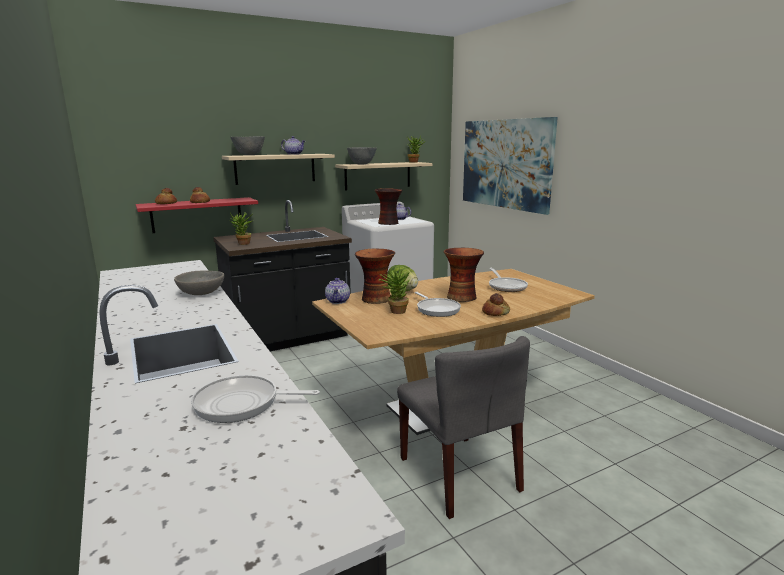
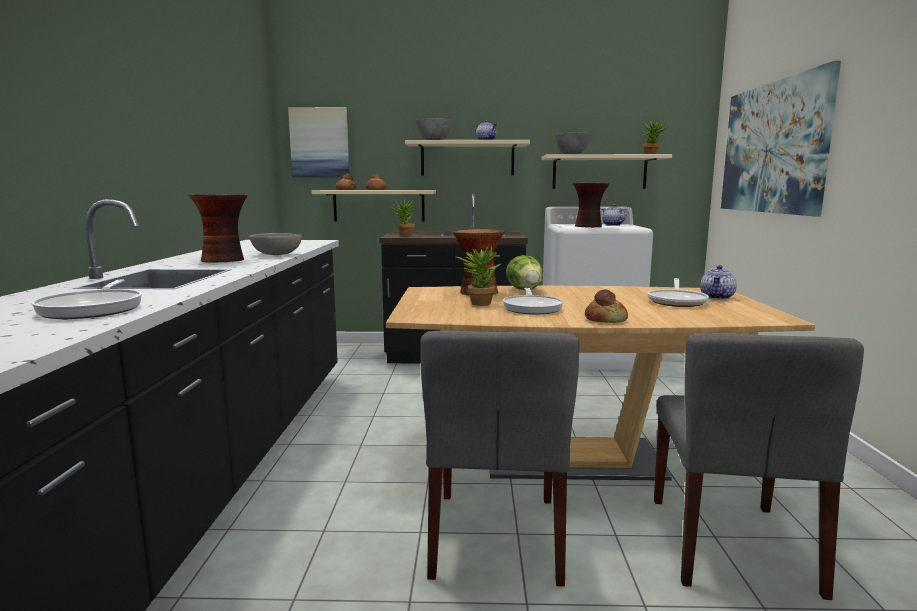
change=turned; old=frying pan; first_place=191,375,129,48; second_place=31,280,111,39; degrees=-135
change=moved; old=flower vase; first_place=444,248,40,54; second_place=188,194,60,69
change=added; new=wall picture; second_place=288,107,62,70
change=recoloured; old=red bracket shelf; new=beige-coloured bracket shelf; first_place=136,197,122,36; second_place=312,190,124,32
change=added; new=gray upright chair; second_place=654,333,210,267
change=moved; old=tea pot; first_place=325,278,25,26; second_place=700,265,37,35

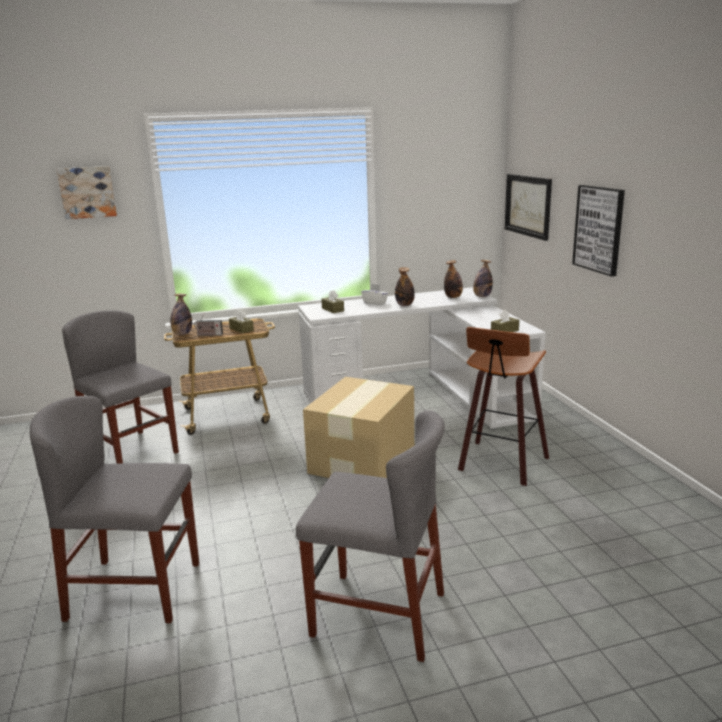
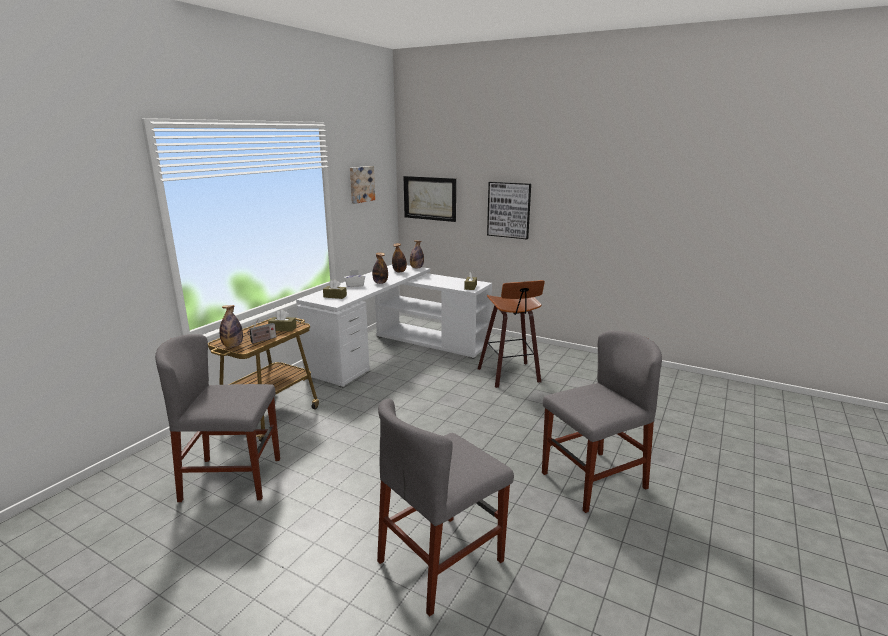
change=moved; old=wall picture; first_place=56,166,61,53; second_place=350,166,25,38
change=removed; old=cardboard box; first_place=303,377,111,101

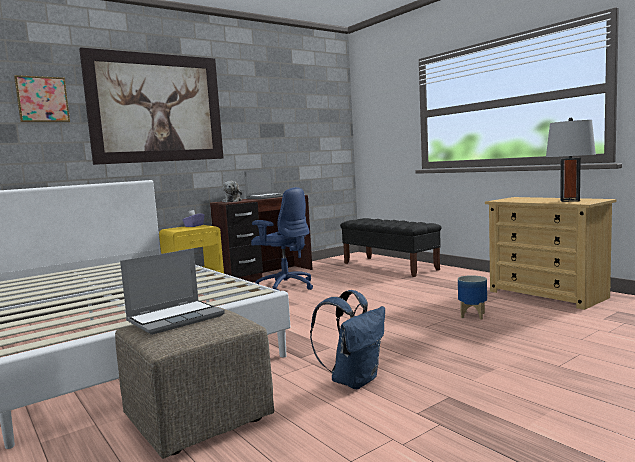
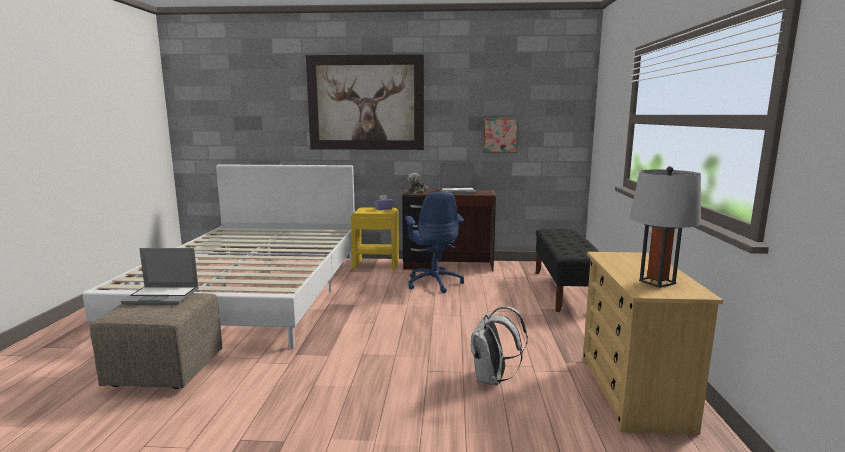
change=replaced; old=flower pot; new=whitish knapsack; first_place=458,275,29,45; second_place=471,306,57,80
change=moved; old=wall picture; first_place=14,75,56,47; second_place=483,118,35,35
change=removed; old=blue-coloured knapsack; first_place=310,290,75,99

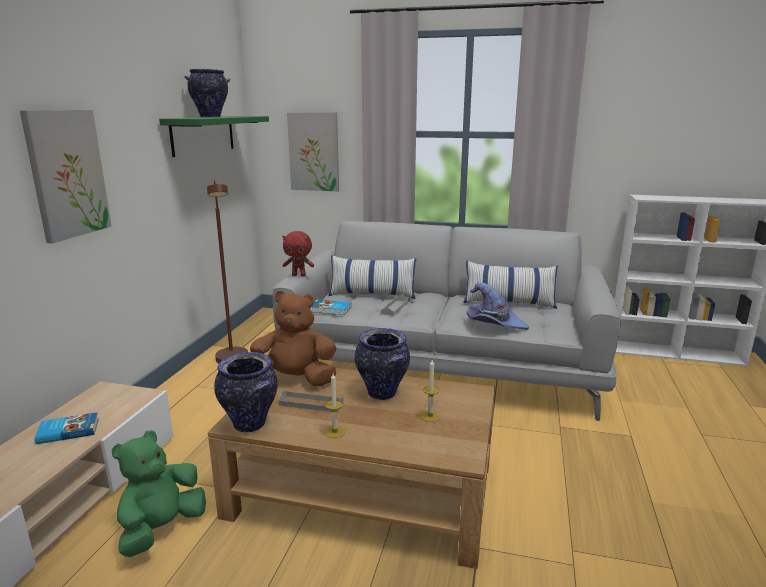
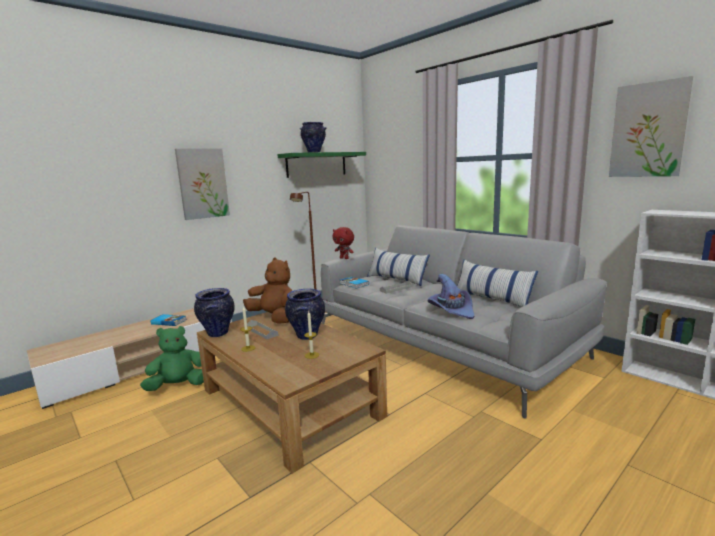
change=moved; old=wall picture; first_place=287,112,52,79; second_place=609,76,84,101

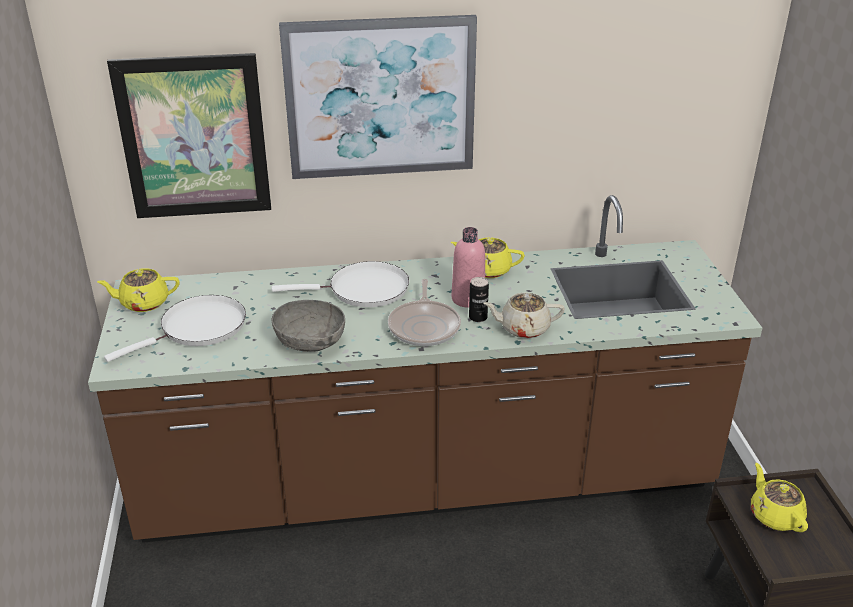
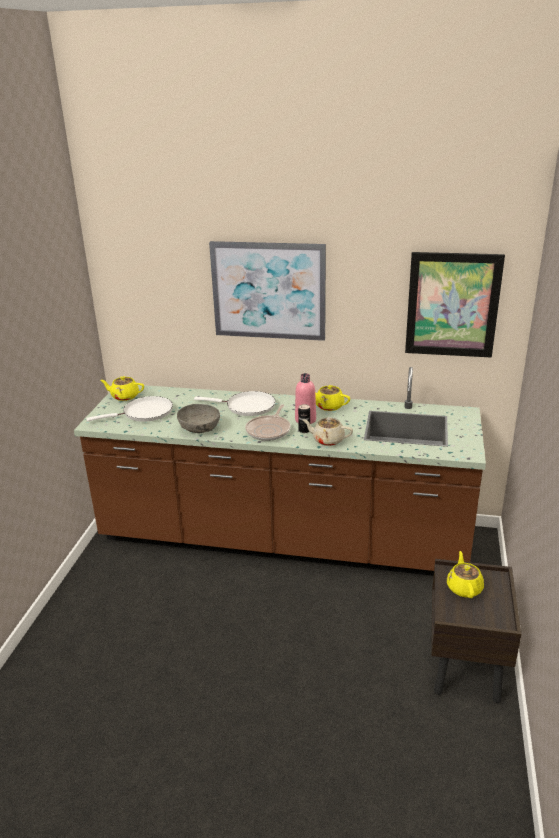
change=moved; old=wall picture; first_place=107,53,164,165; second_place=405,252,100,106

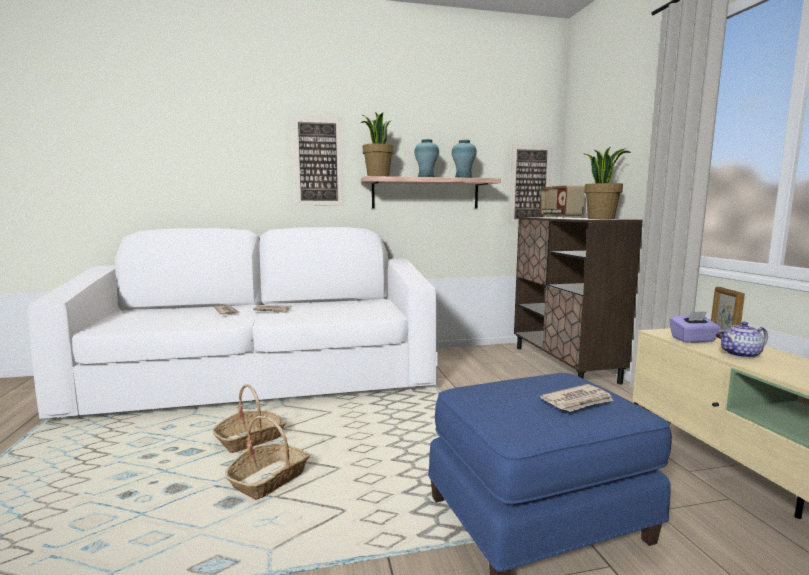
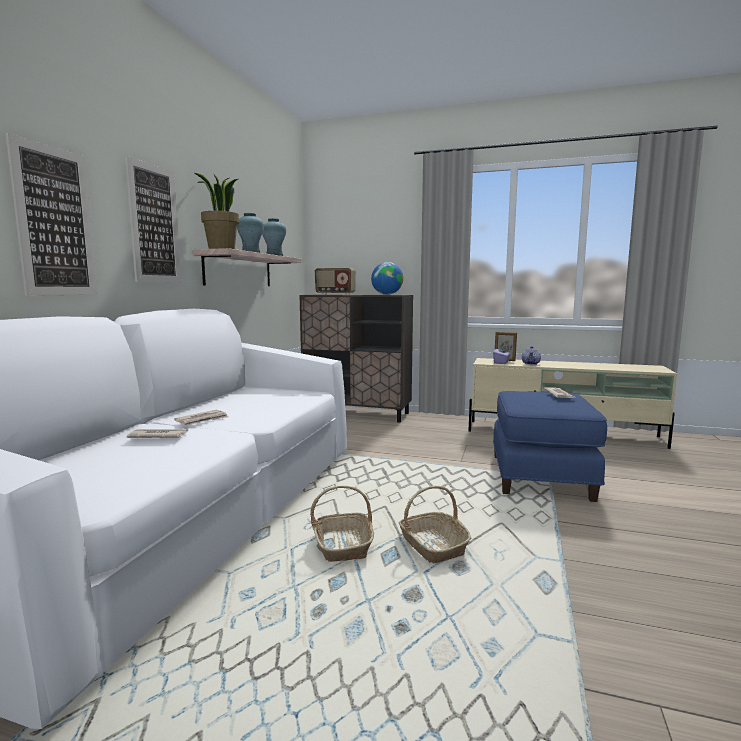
change=moved; old=wall picture; first_place=509,144,43,80; second_place=5,133,93,163
change=replaced; old=plant in a pot; new=desk globe; first_place=583,146,48,73; second_place=371,262,32,33

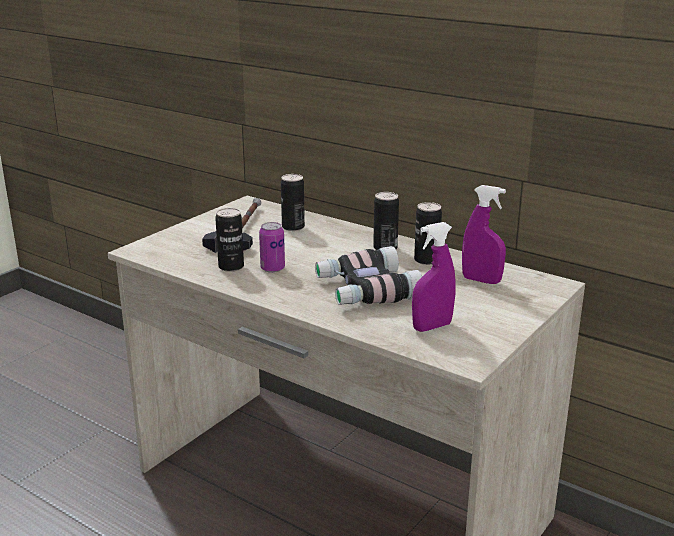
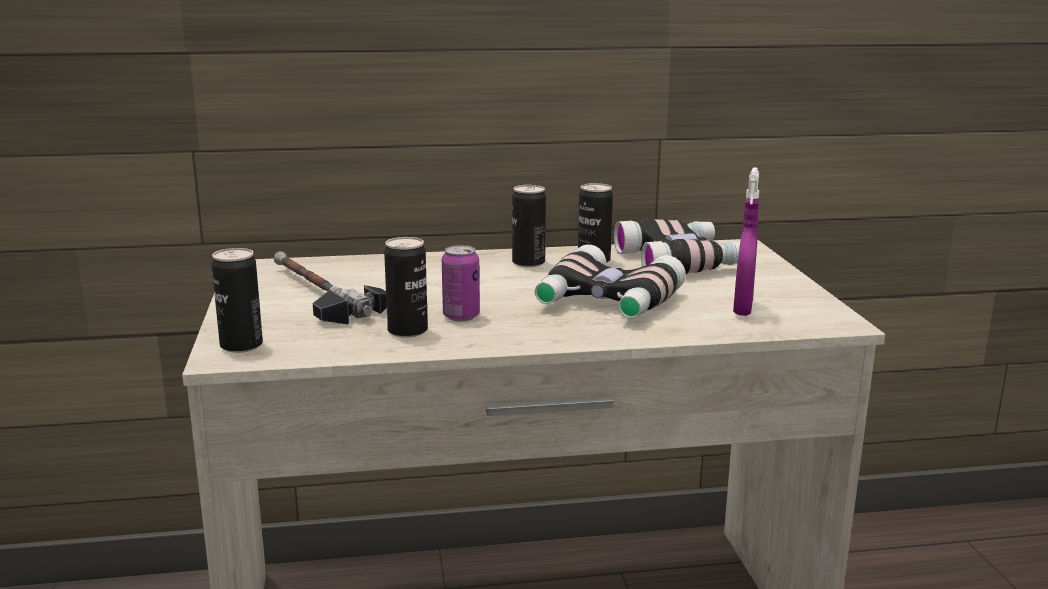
change=moved; old=can; first_place=281,174,24,57; second_place=211,248,52,105
change=replaced; old=purplish spray bottle; new=pair of binoculars; first_place=462,185,44,99; second_place=614,219,126,55

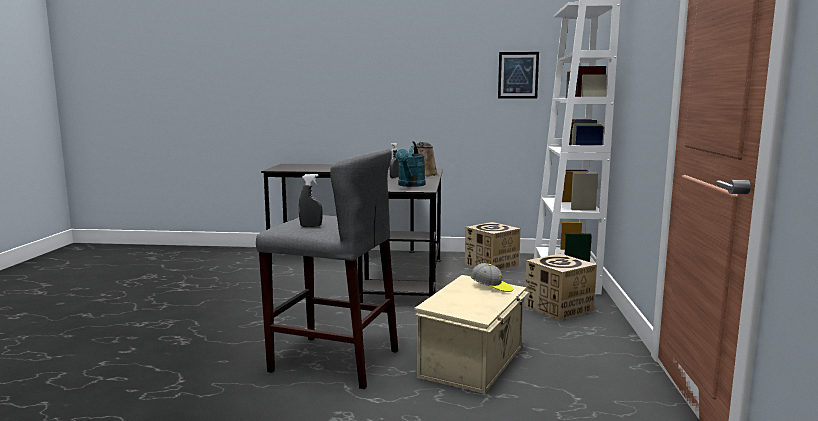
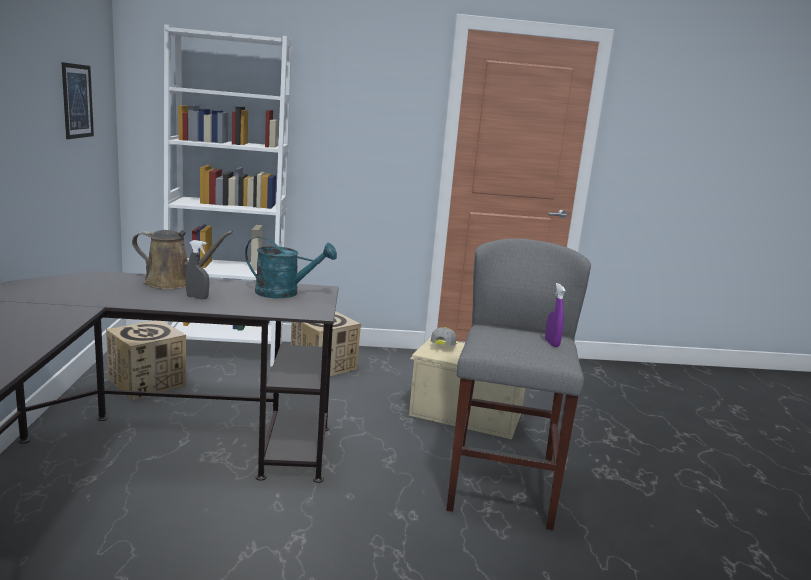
change=recoloured; old=gray spray bottle; new=purplish spray bottle; first_place=299,174,23,53; second_place=545,283,20,64

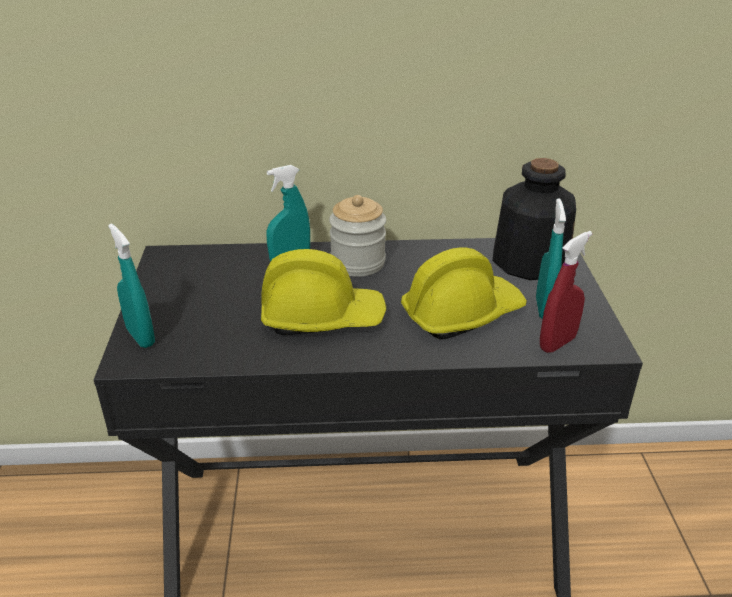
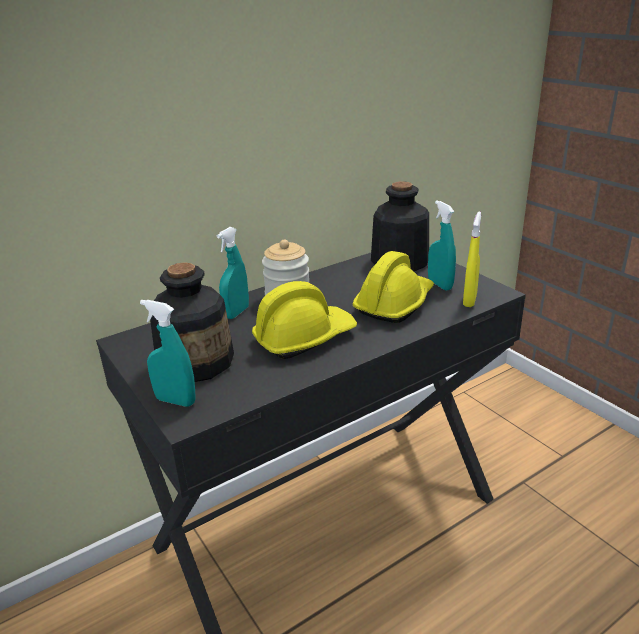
change=added; new=drink bottle; second_place=150,262,84,120
change=recoloured; old=red spray bottle; new=yellow spray bottle; first_place=540,231,52,122; second_place=463,212,18,95

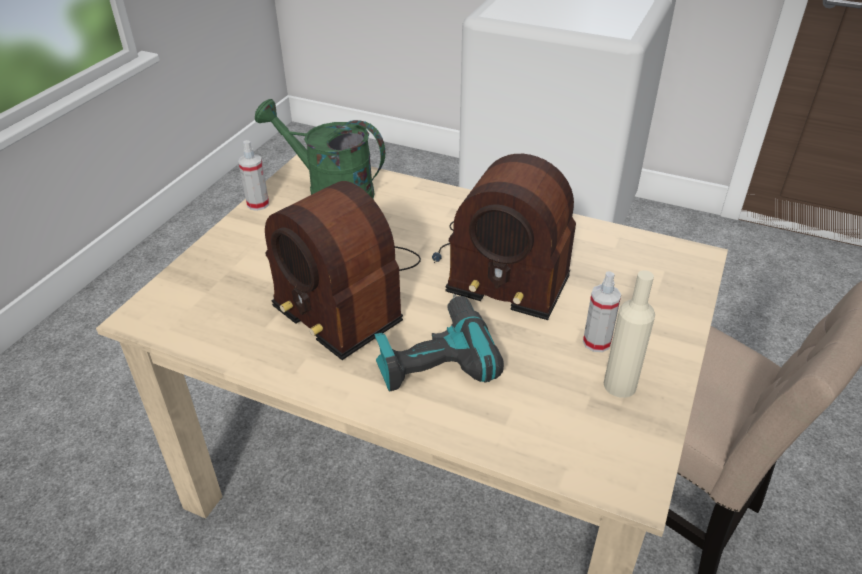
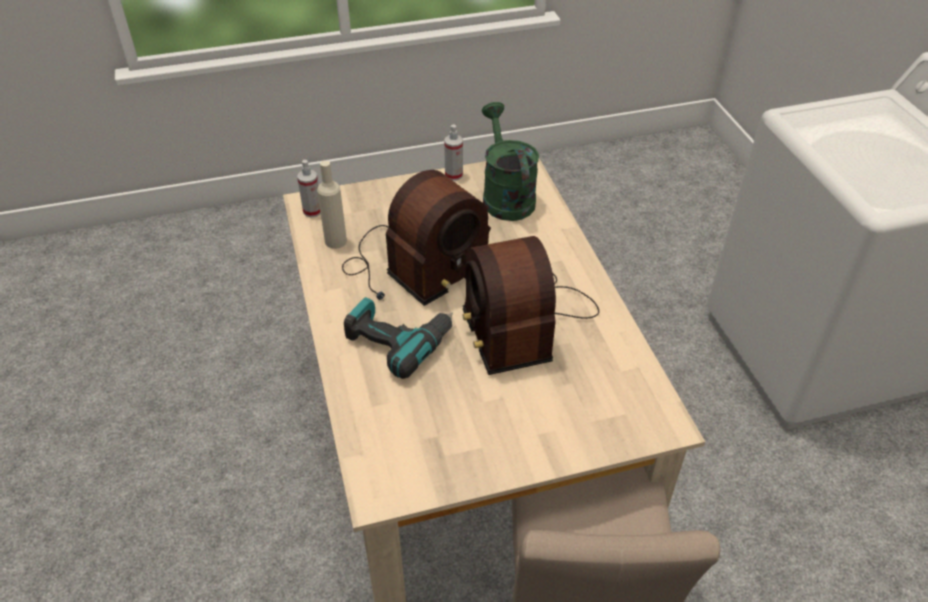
change=moved; old=spray bottle; first_place=583,271,38,81; second_place=297,160,24,57
change=moved; old=beige-coloured drink bottle; first_place=604,270,51,128; second_place=317,160,30,89
change=turned; old=radio receiver; first_place=265,181,156,179; second_place=342,170,149,136; degrees=-135

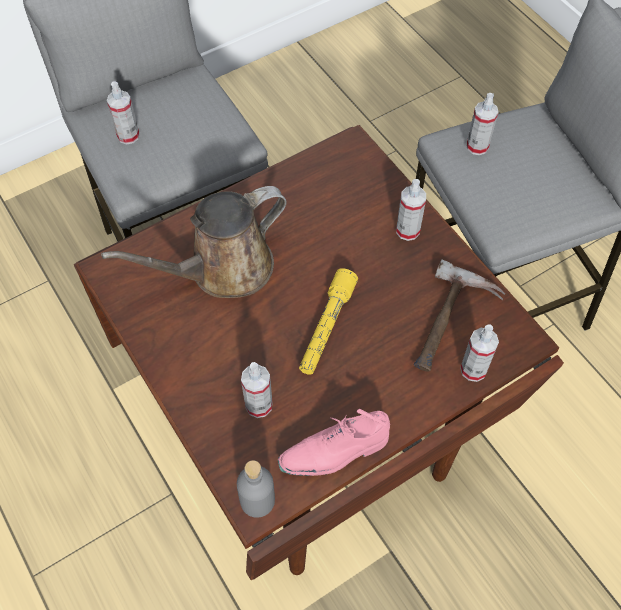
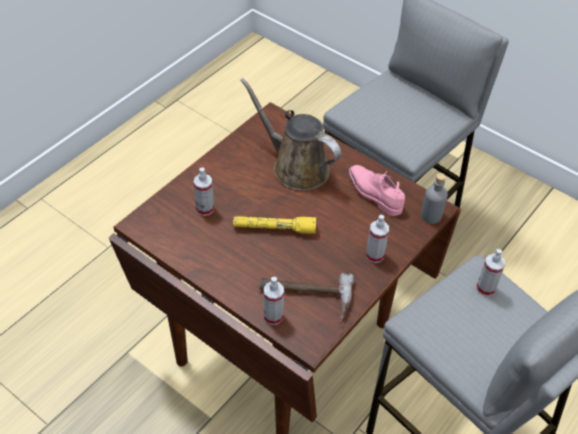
change=moved; old=pink-coloured item of footwear; first_place=278,409,112,67; second_place=349,165,56,51
change=moved; old=gray drink bottle; first_place=237,460,38,58; second_place=421,173,27,51
change=removed; old=spray bottle; first_place=107,82,33,63

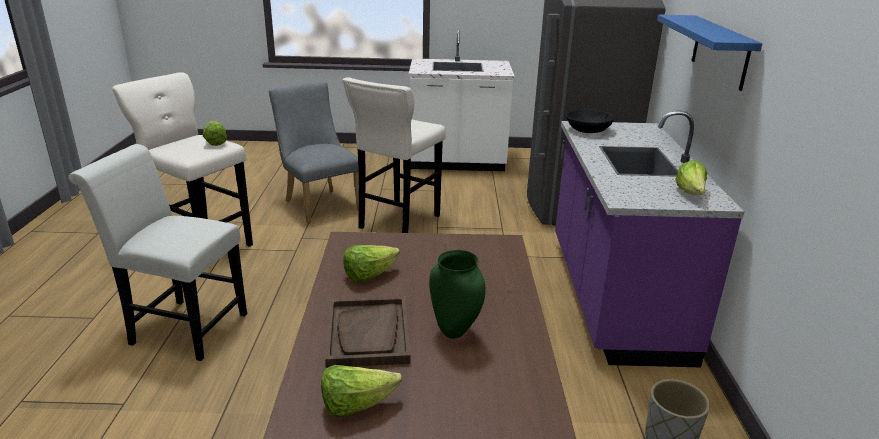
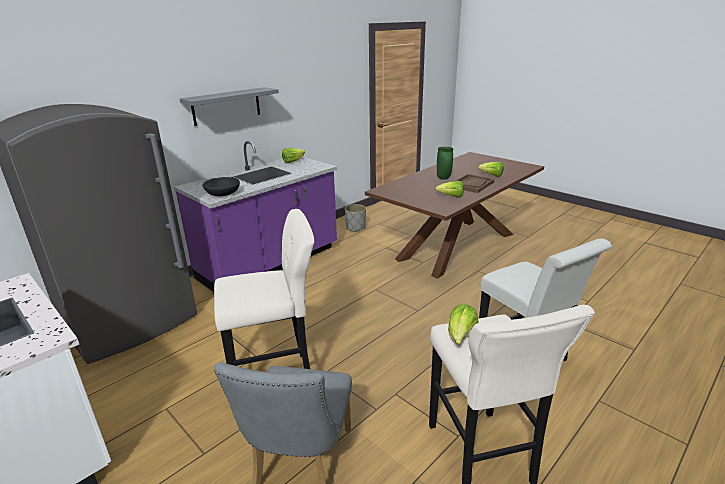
change=recoloured; old=blue-coloured bracket shelf; new=gray bracket shelf; first_place=657,14,105,77; second_place=180,87,99,39

